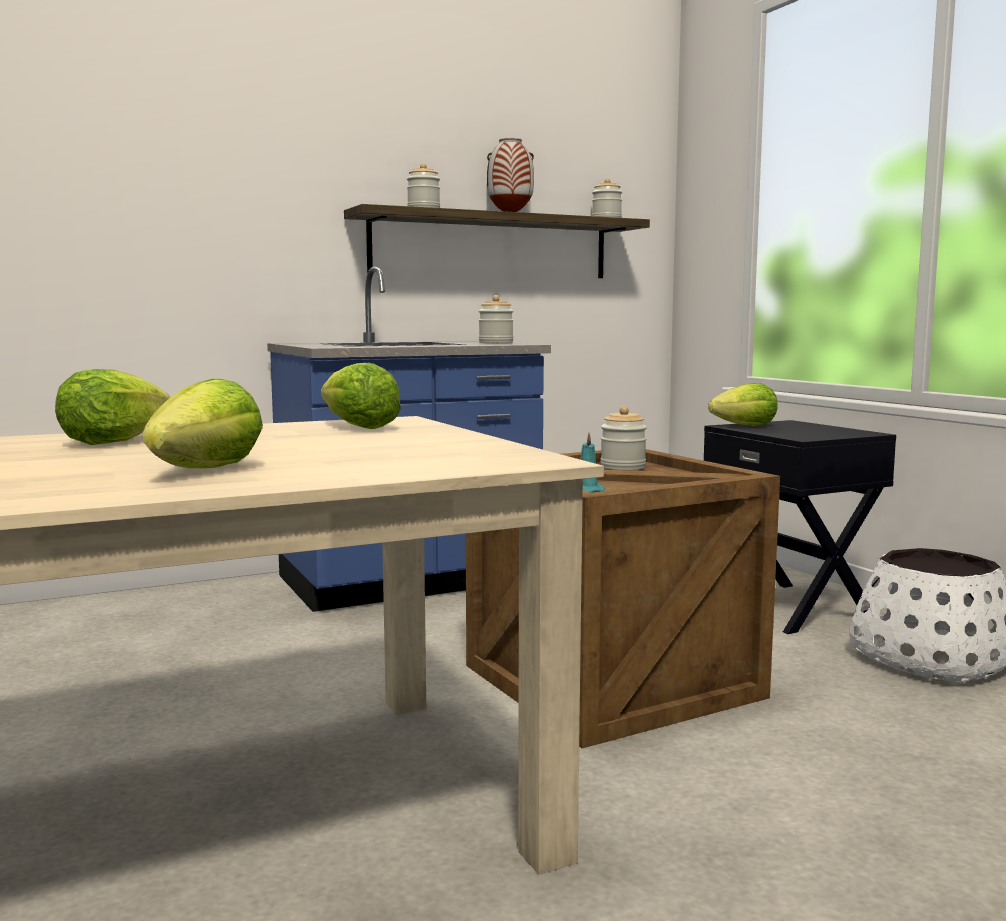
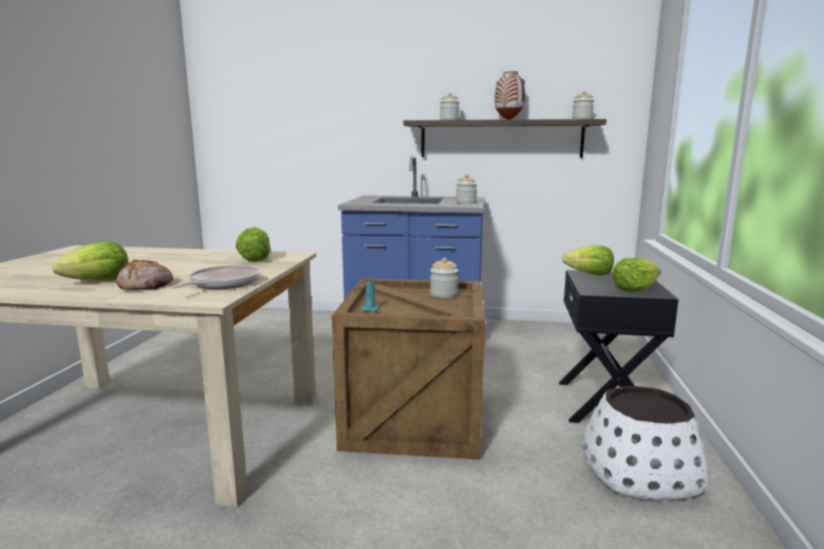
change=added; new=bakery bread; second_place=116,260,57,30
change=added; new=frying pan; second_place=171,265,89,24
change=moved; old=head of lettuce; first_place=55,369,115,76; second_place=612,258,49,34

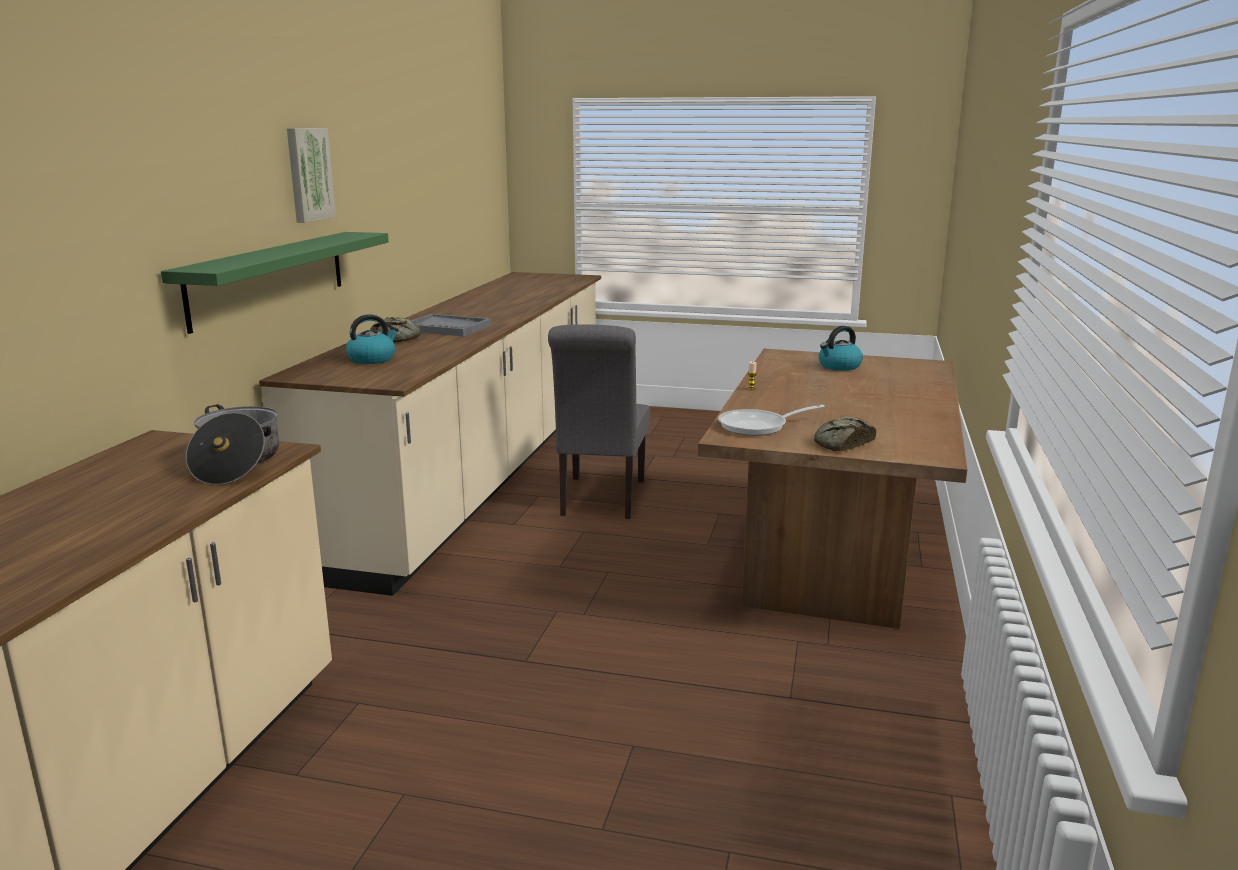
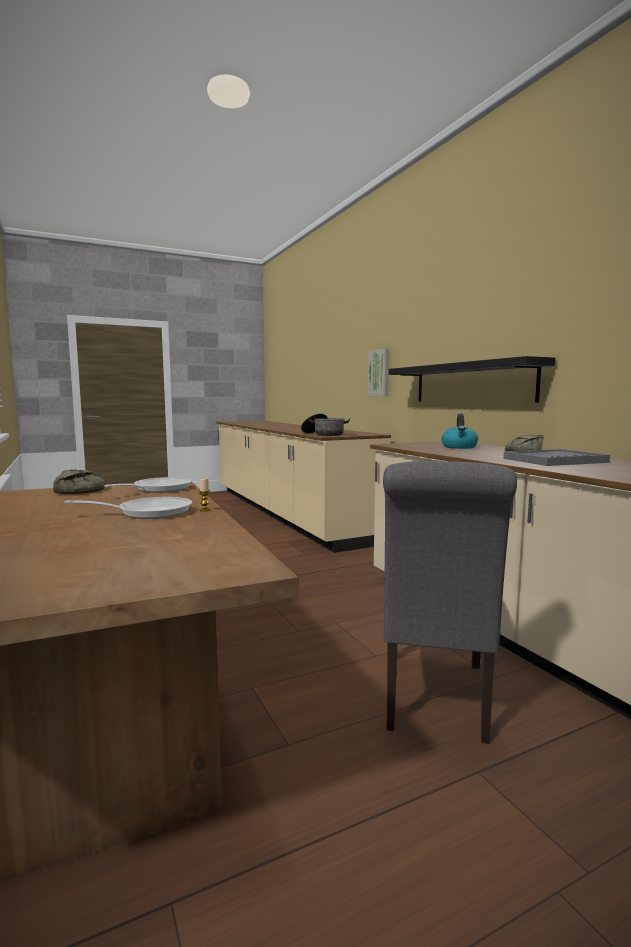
change=added; new=frying pan; second_place=64,497,128,22
change=moved; old=wall picture; first_place=287,128,49,95; second_place=368,348,21,49
change=turned; old=gray upright chair; first_place=548,324,102,195; second_place=383,461,134,283; degrees=-135
change=recoloured; old=green bracket shelf; new=blackish bracket shelf; first_place=161,232,228,102; second_place=389,356,167,47
change=removed; old=water kettle; first_place=819,326,44,45

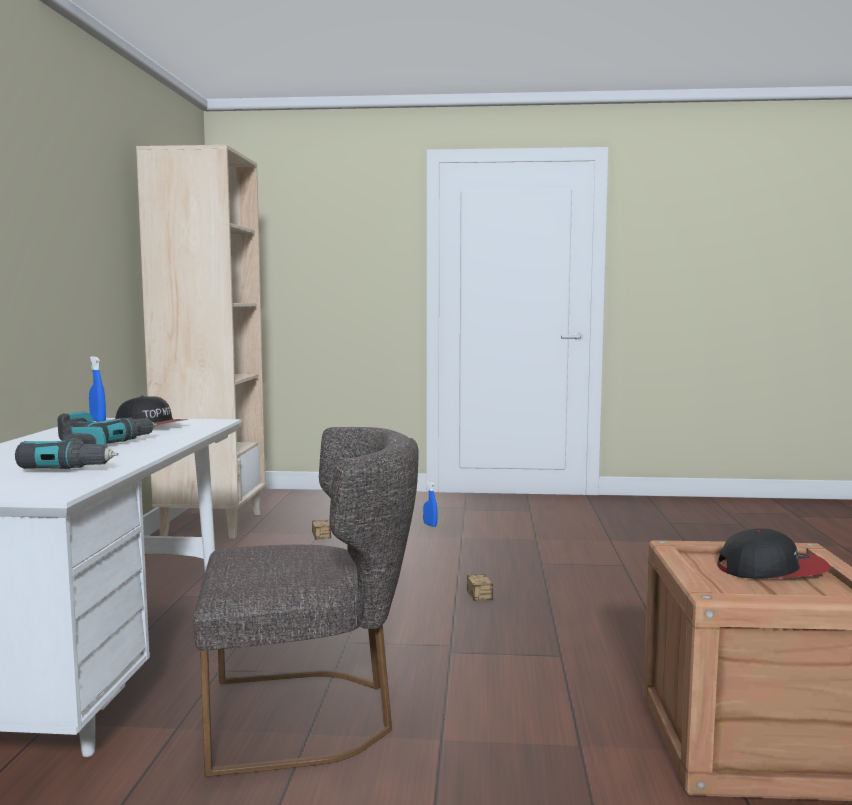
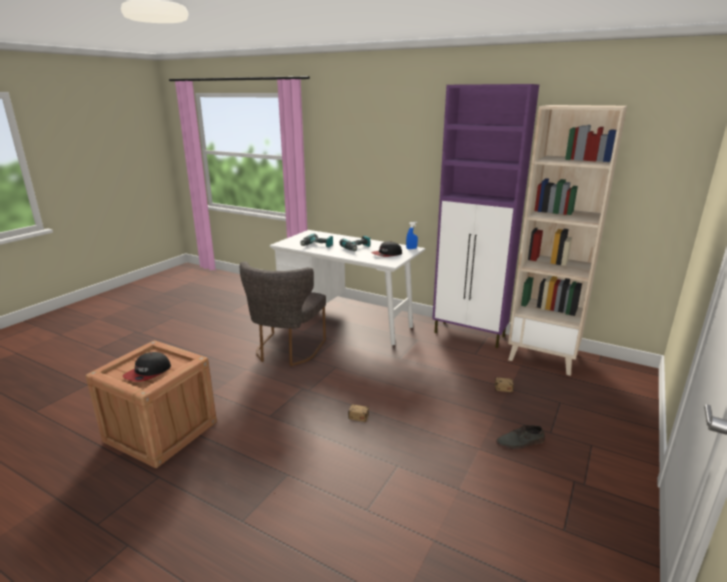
change=added; new=purplish cabinet; second_place=432,84,107,264
change=replaced; old=blue-coloured spray bottle; new=gray item of footwear; first_place=423,480,15,47; second_place=496,424,49,26

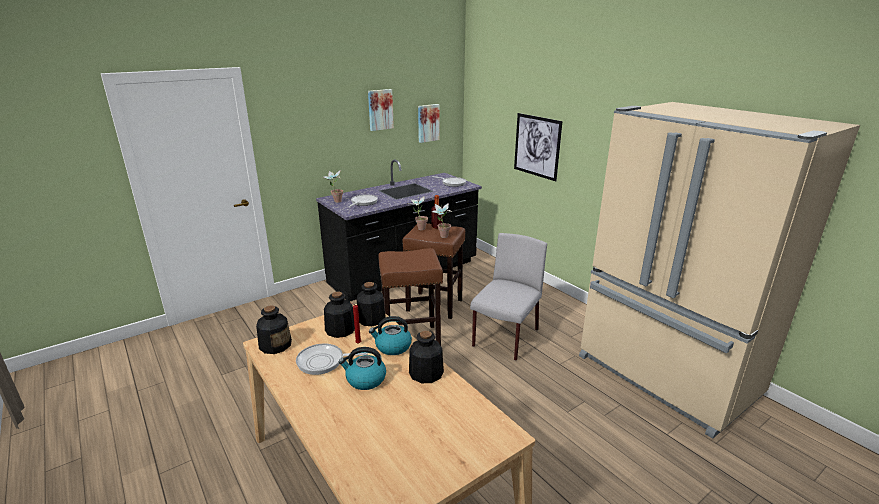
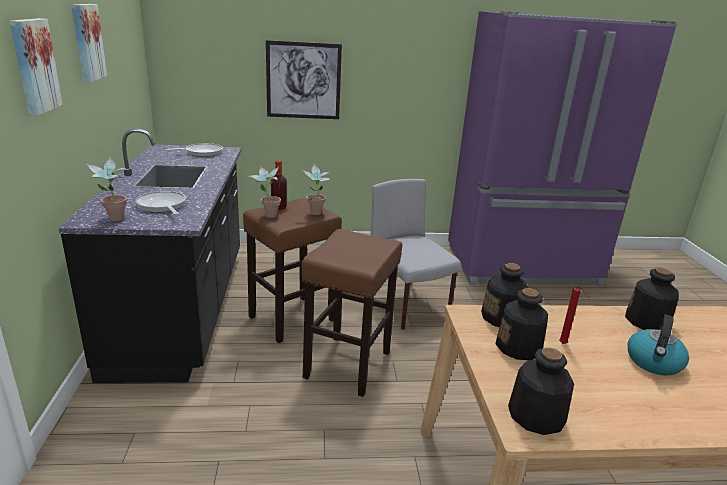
change=moved; old=wall picture; first_place=418,104,22,39; second_place=9,18,54,98
change=recoloured; old=beige-coloured fridge; new=purplish fridge; first_place=579,102,281,337; second_place=448,11,229,275
change=removed; old=frying pan; first_place=296,344,72,31
change=removed; old=water kettle; first_place=369,316,43,39

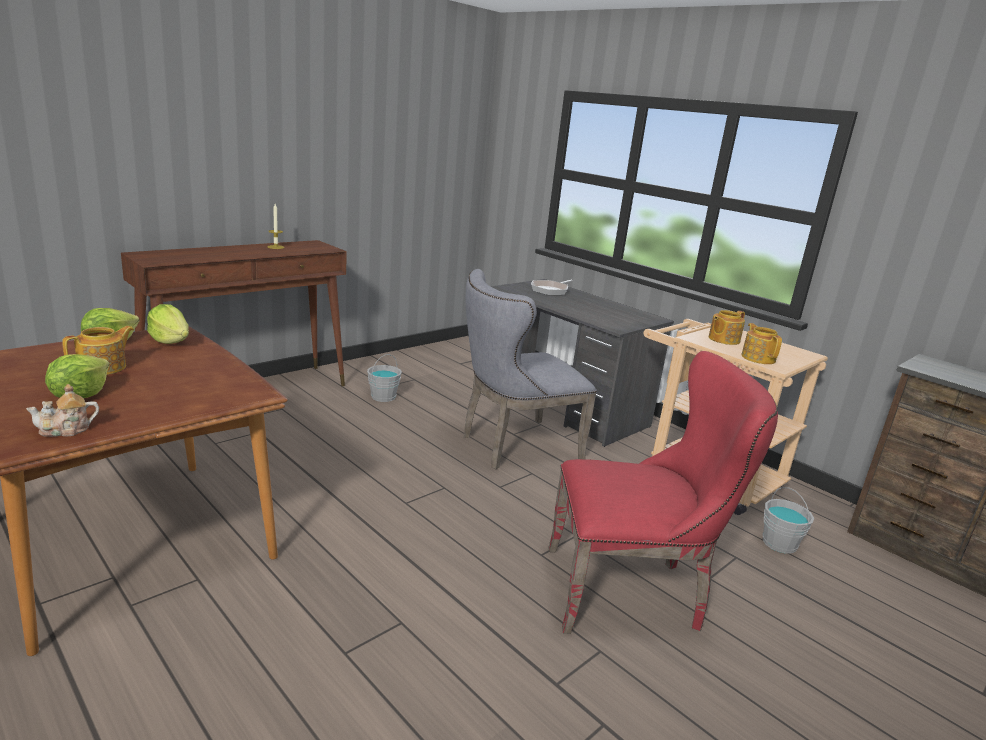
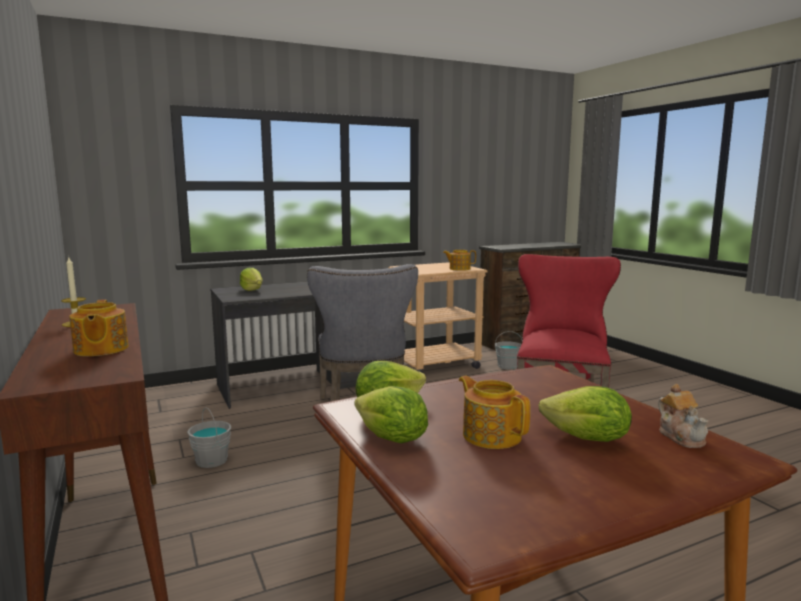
change=moved; old=tea pot; first_place=709,310,36,35; second_place=69,299,60,57
change=replaced; old=frying pan; new=head of lettuce; first_place=531,280,42,15; second_place=240,268,22,23

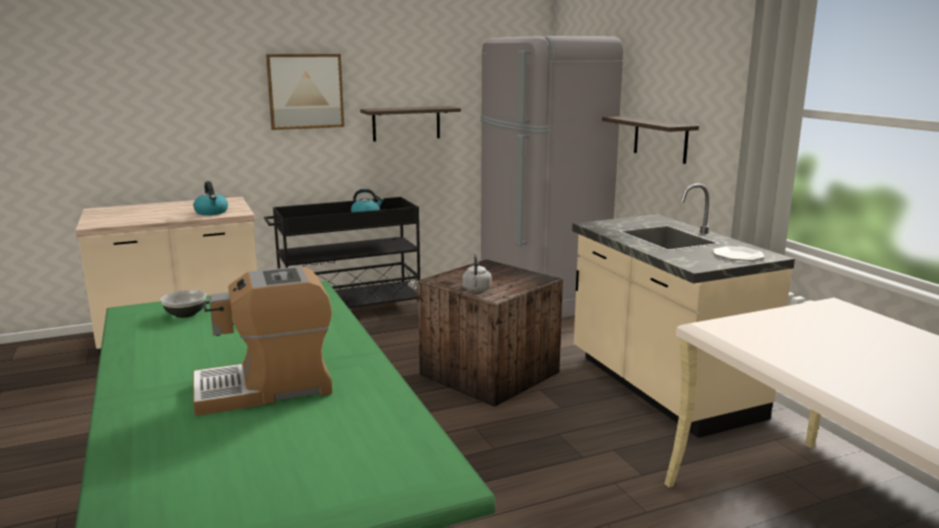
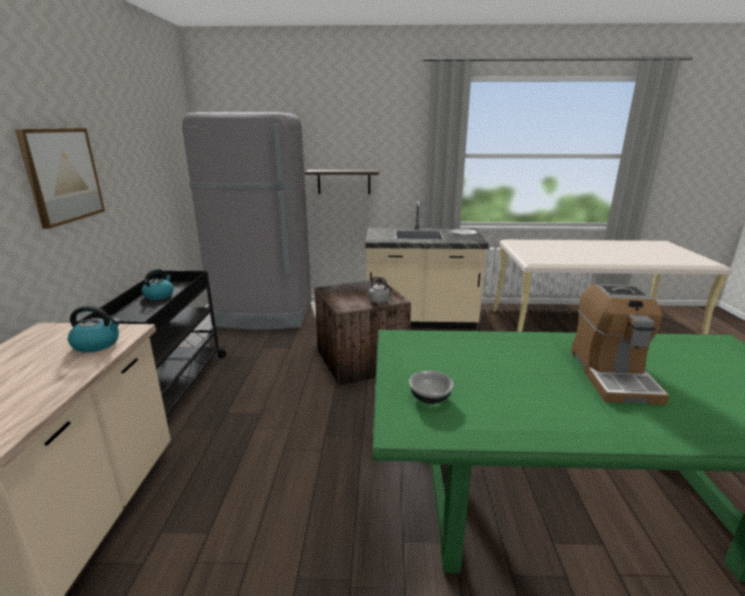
change=removed; old=bracket shelf; first_place=360,106,101,35

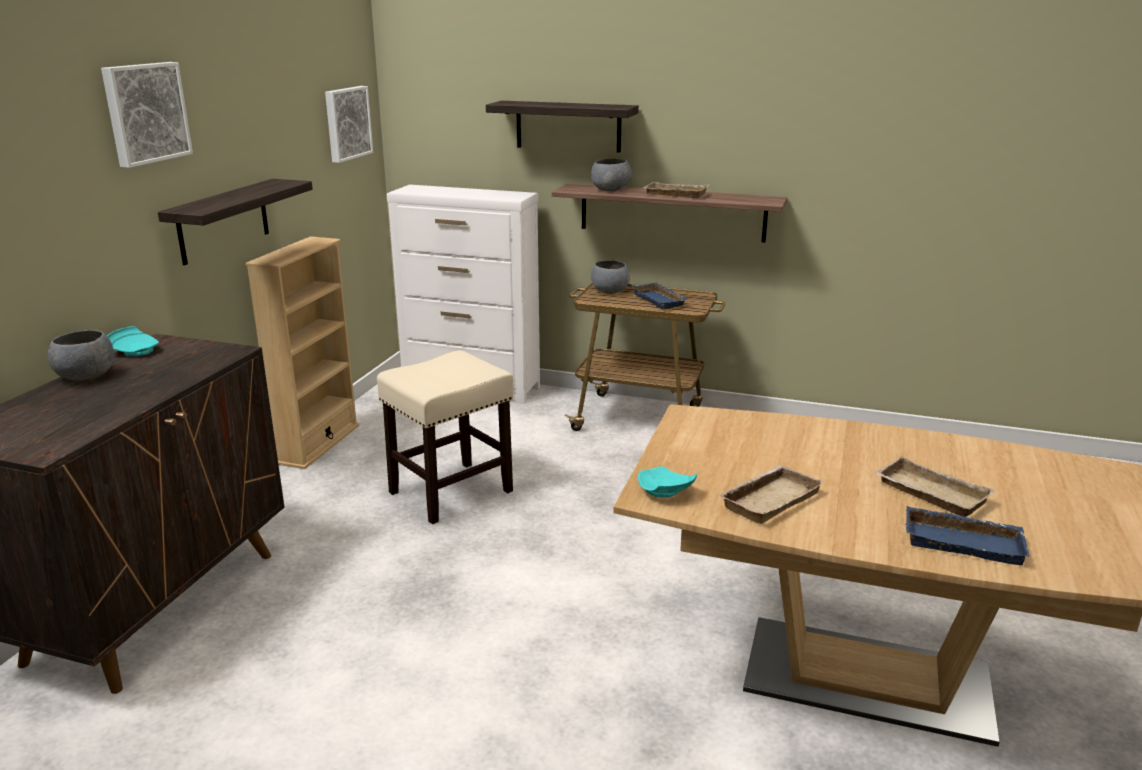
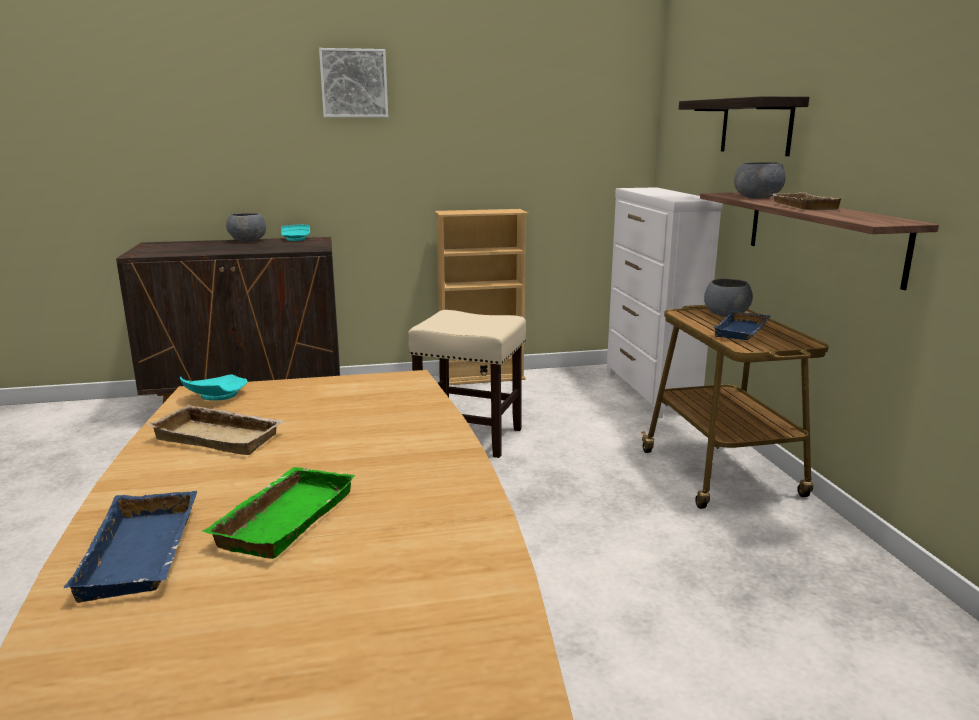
change=recoloured; old=beige-coloured serving tray; new=green serving tray; first_place=874,456,122,61; second_place=201,467,155,92
change=removed; old=bracket shelf; first_place=158,179,155,86
change=removed; old=wall picture; first_place=325,86,48,77

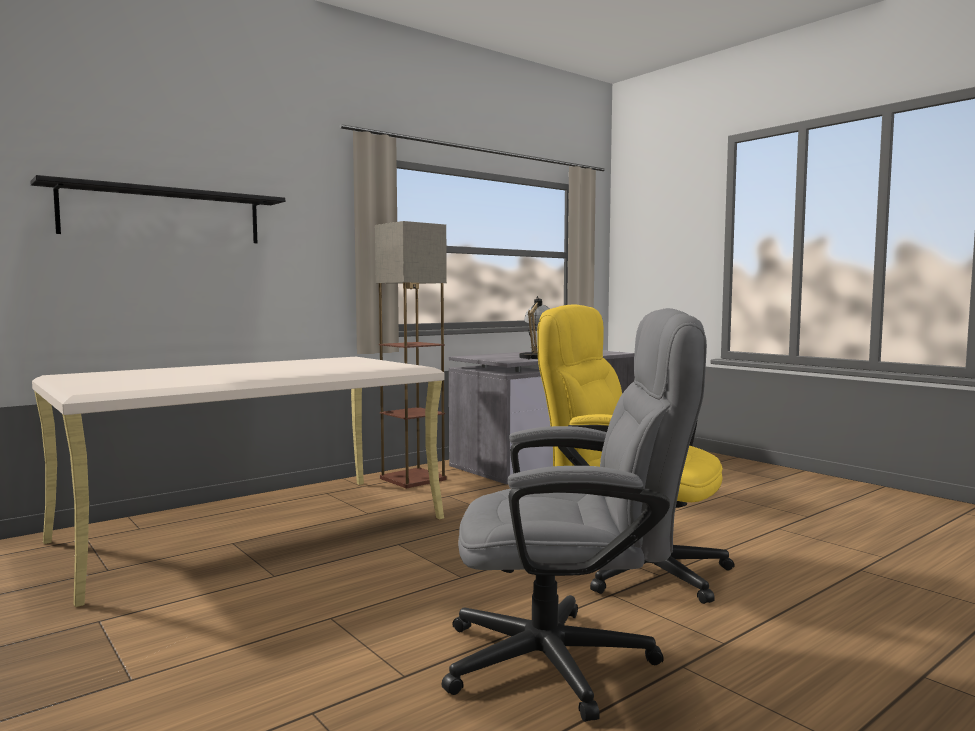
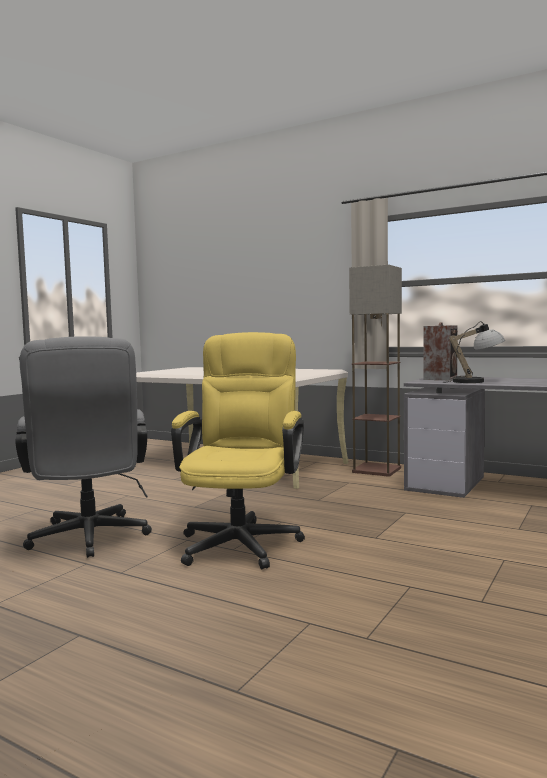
change=added; new=loudspeaker; second_place=423,322,35,58
change=removed; old=blackish bracket shelf; first_place=30,175,255,68

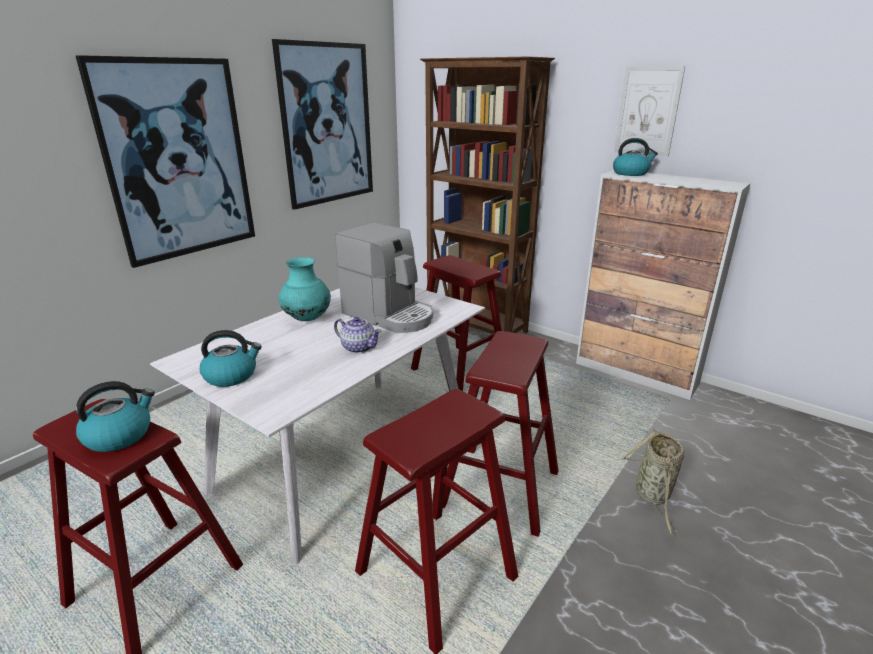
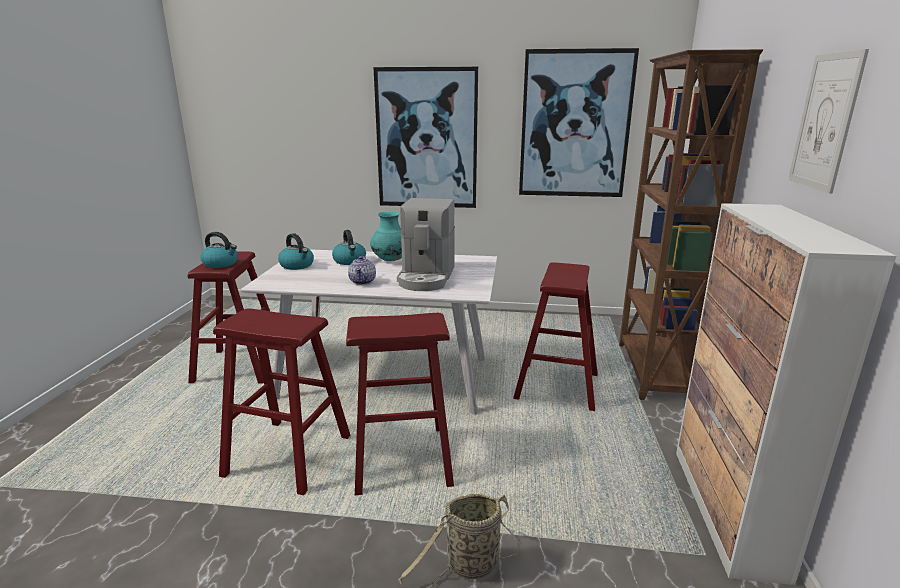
change=moved; old=water kettle; first_place=613,138,45,38; second_place=332,230,34,35

